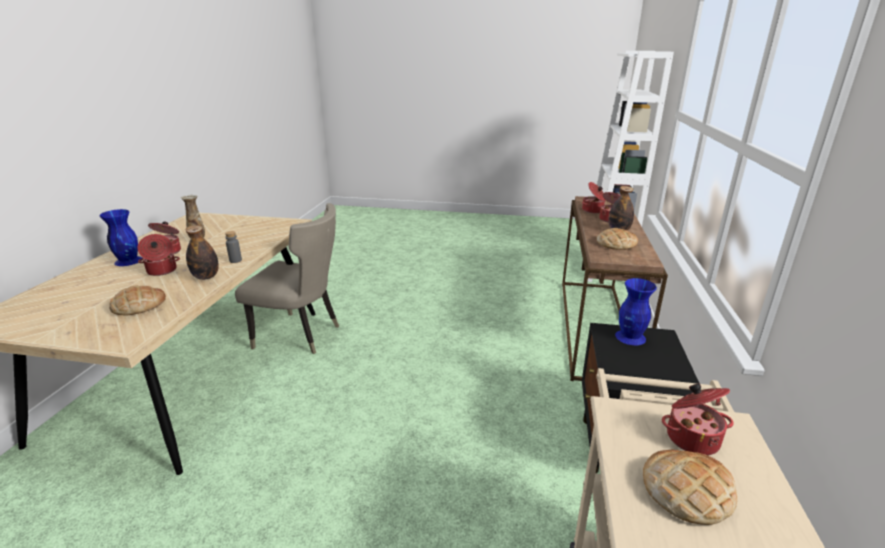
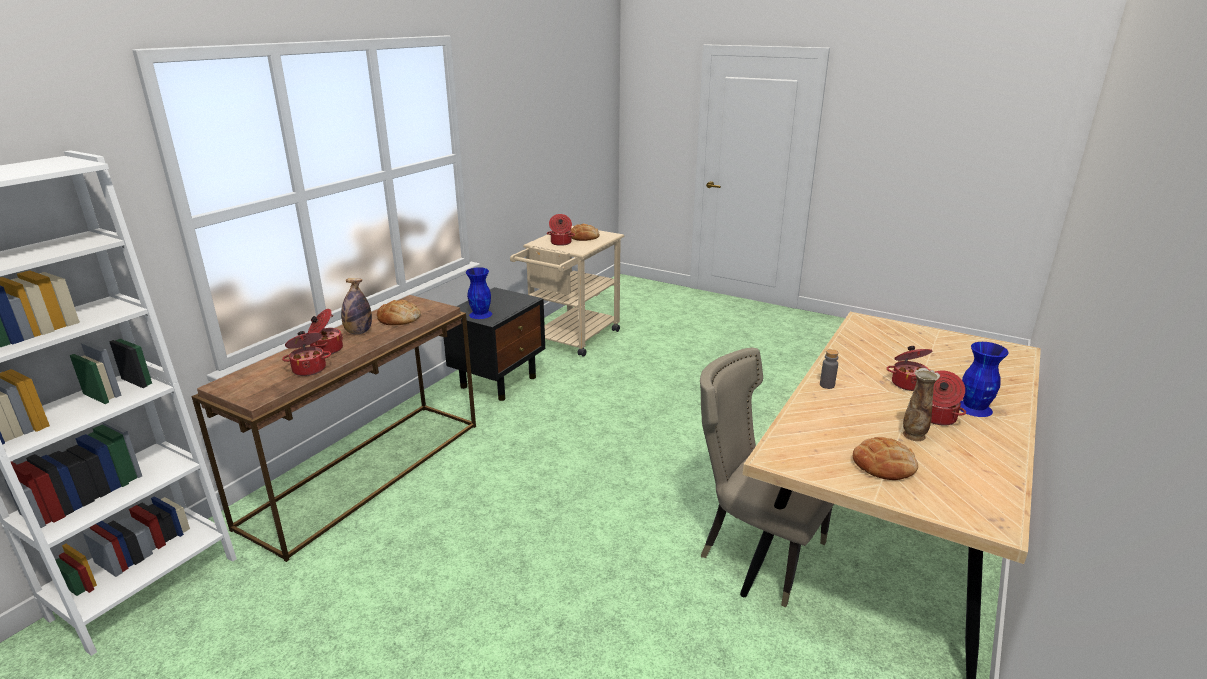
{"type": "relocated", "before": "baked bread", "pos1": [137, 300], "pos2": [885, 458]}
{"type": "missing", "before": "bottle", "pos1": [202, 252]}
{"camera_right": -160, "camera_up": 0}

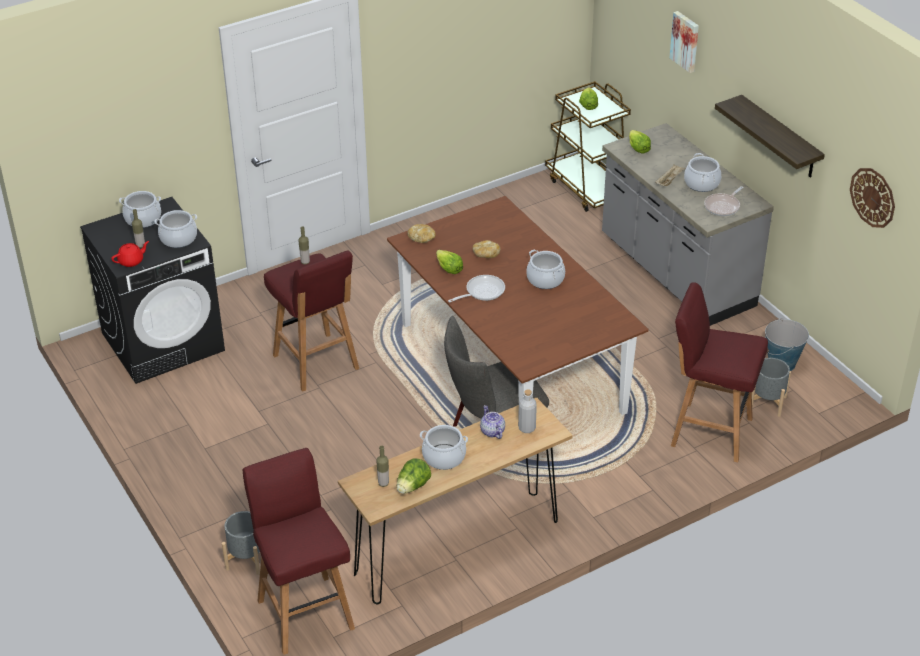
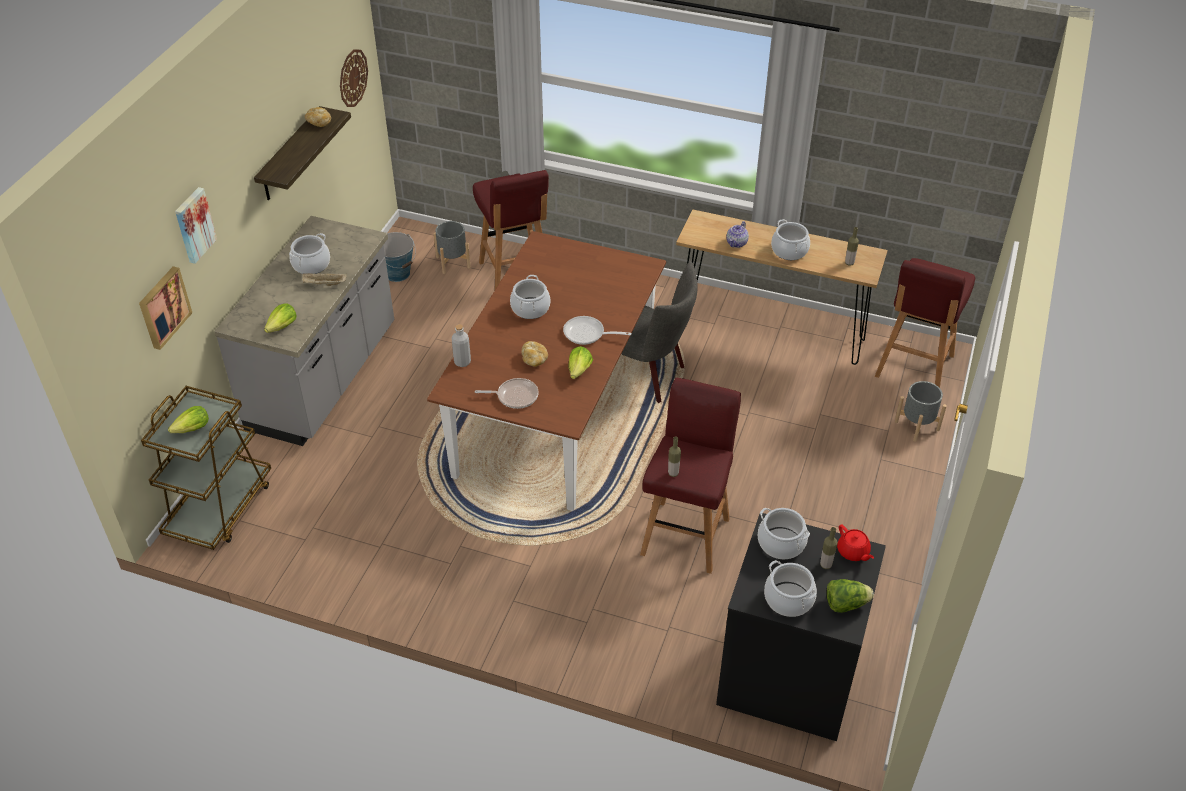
{"type": "appeared", "after": "picture", "pos2": [165, 308]}
{"type": "relocated", "before": "baked bread", "pos1": [421, 233], "pos2": [318, 117]}
{"type": "relocated", "before": "greyish bottle", "pos1": [527, 411], "pos2": [461, 345]}
{"type": "relocated", "before": "frying pan", "pos1": [724, 201], "pos2": [507, 393]}
{"type": "relocated", "before": "head of lettuce", "pos1": [413, 476], "pos2": [850, 596]}
{"type": "spun", "before": "red pot for tea", "pos1": [130, 254], "pos2": [855, 542], "turn": -135}
{"camera_right": -130, "camera_up": 5}

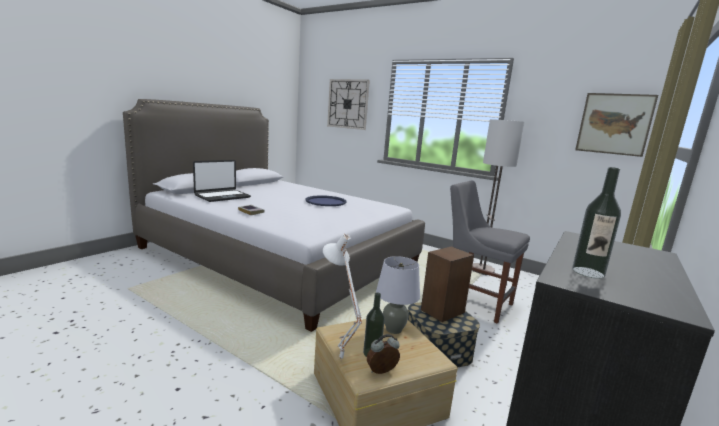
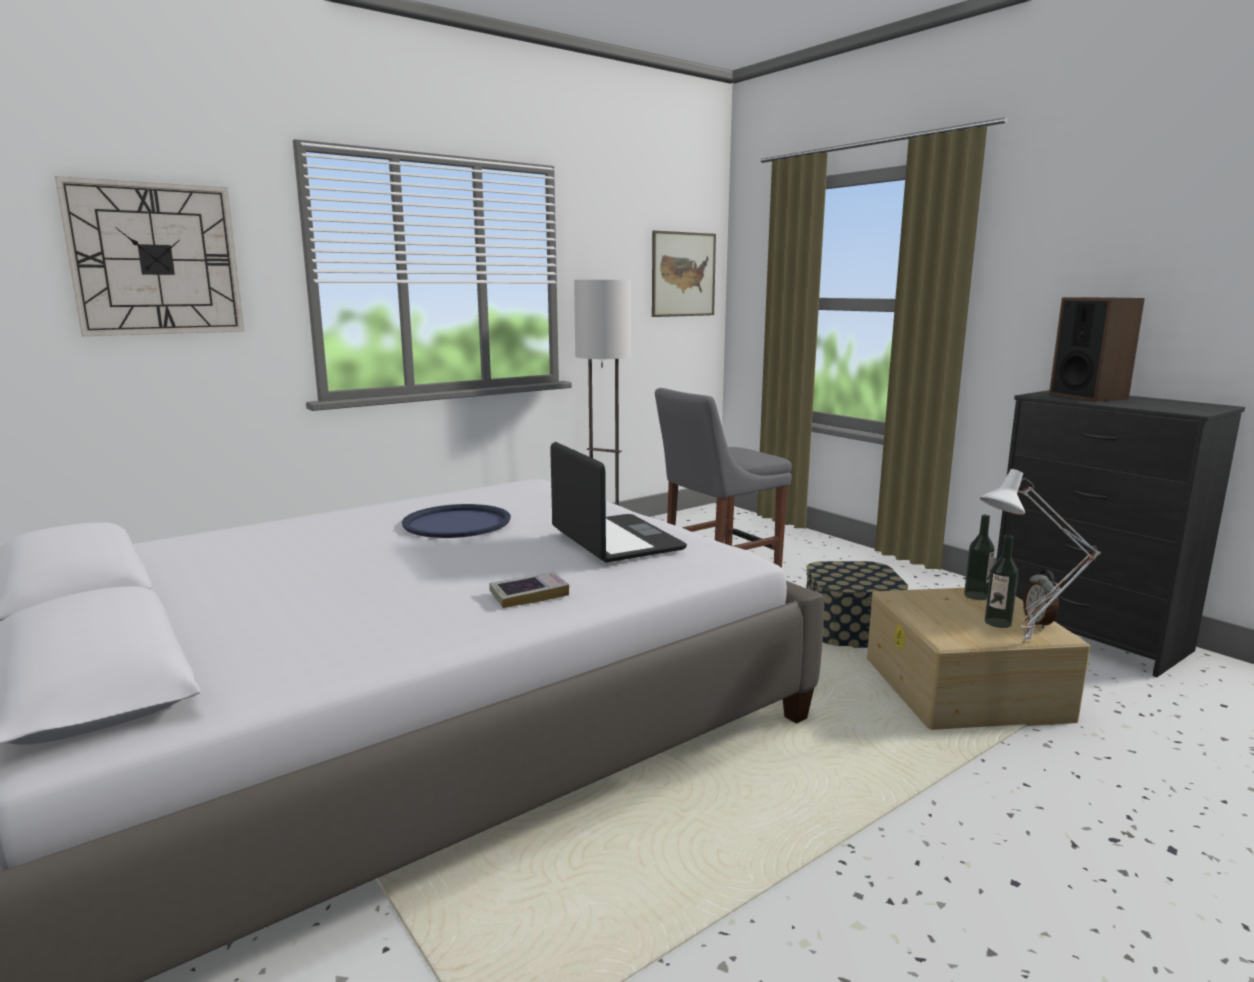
{"type": "relocated", "before": "notebook computer", "pos1": [222, 181], "pos2": [618, 502]}
{"type": "relocated", "before": "bottle", "pos1": [596, 223], "pos2": [979, 557]}
{"type": "relocated", "before": "audio speaker", "pos1": [447, 284], "pos2": [1097, 349]}
{"type": "missing", "before": "greyish table lamp", "pos1": [398, 295]}
{"camera_right": -70, "camera_up": 0}

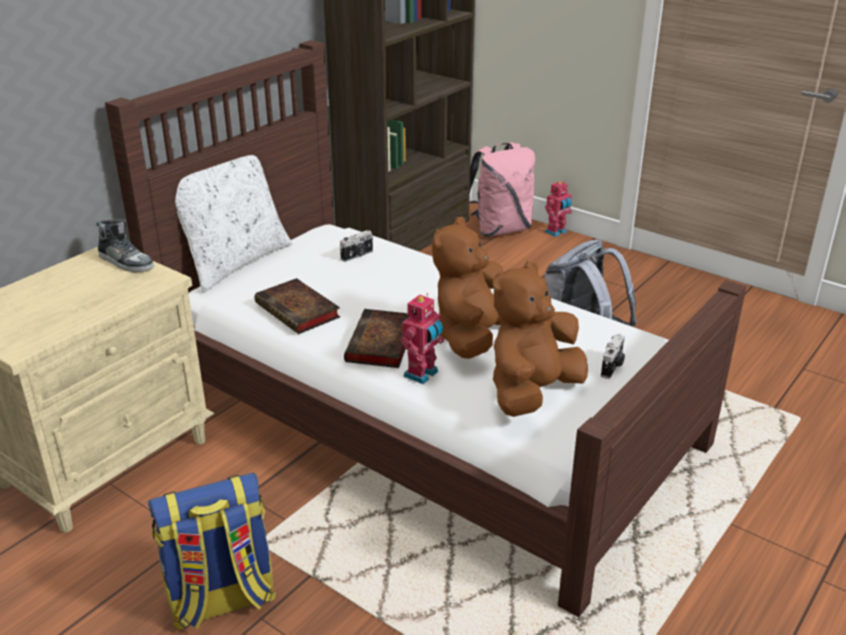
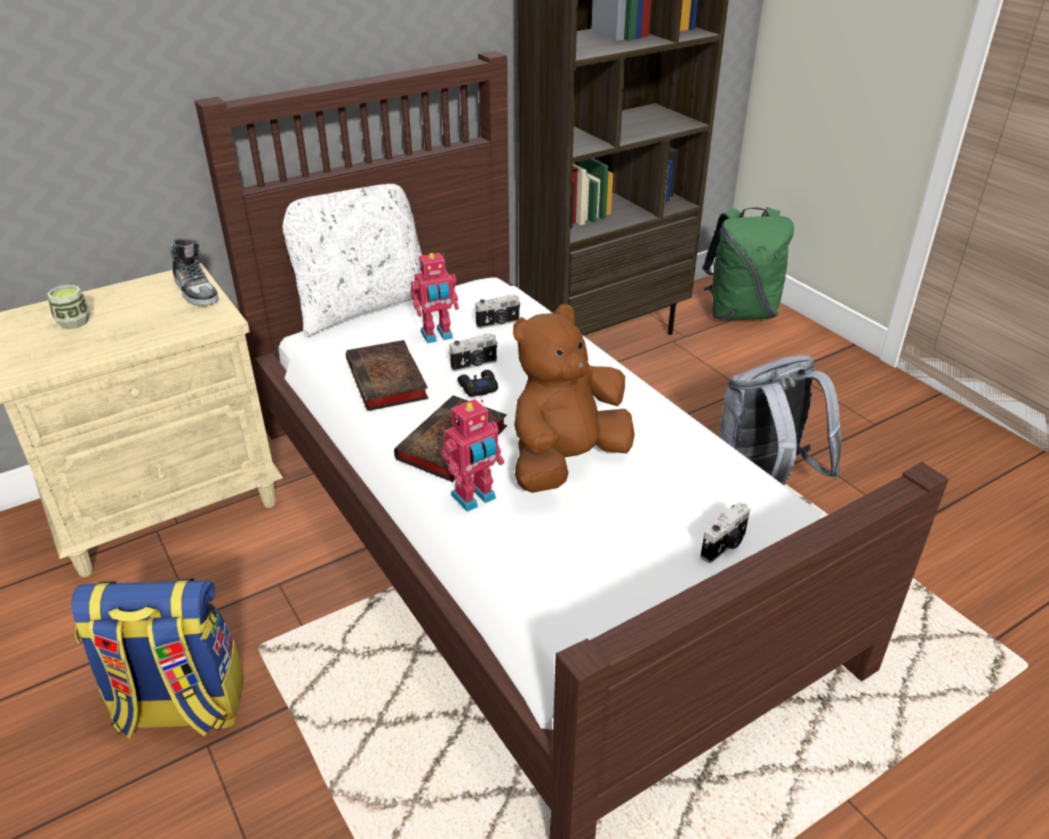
{"type": "appeared", "after": "small cup", "pos2": [68, 306]}
{"type": "relocated", "before": "model robot", "pos1": [558, 208], "pos2": [434, 298]}
{"type": "appeared", "after": "still camera", "pos2": [473, 352]}
{"type": "appeared", "after": "black game controller", "pos2": [478, 383]}
{"type": "colour", "before": "pink backpack", "after": "green-coloured backpack", "pos1": [502, 189], "pos2": [748, 263]}
{"type": "missing", "before": "brown soft toy", "pos1": [540, 339]}
{"camera_right": 20, "camera_up": 5}

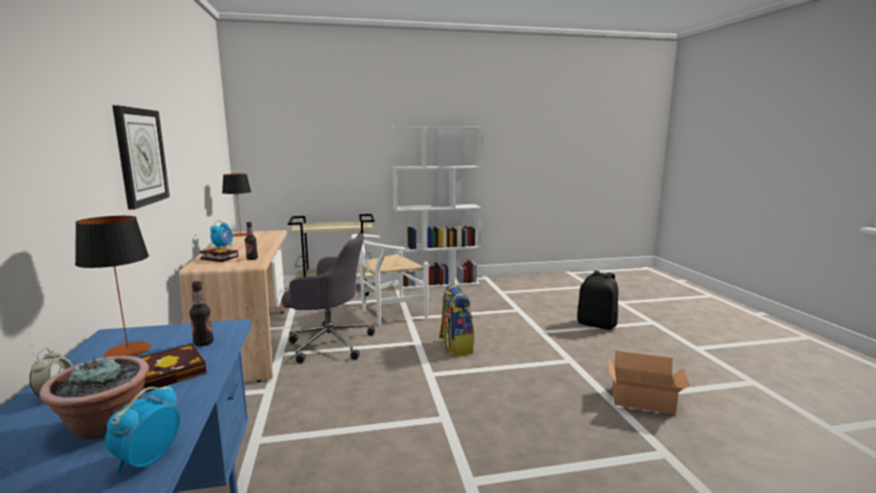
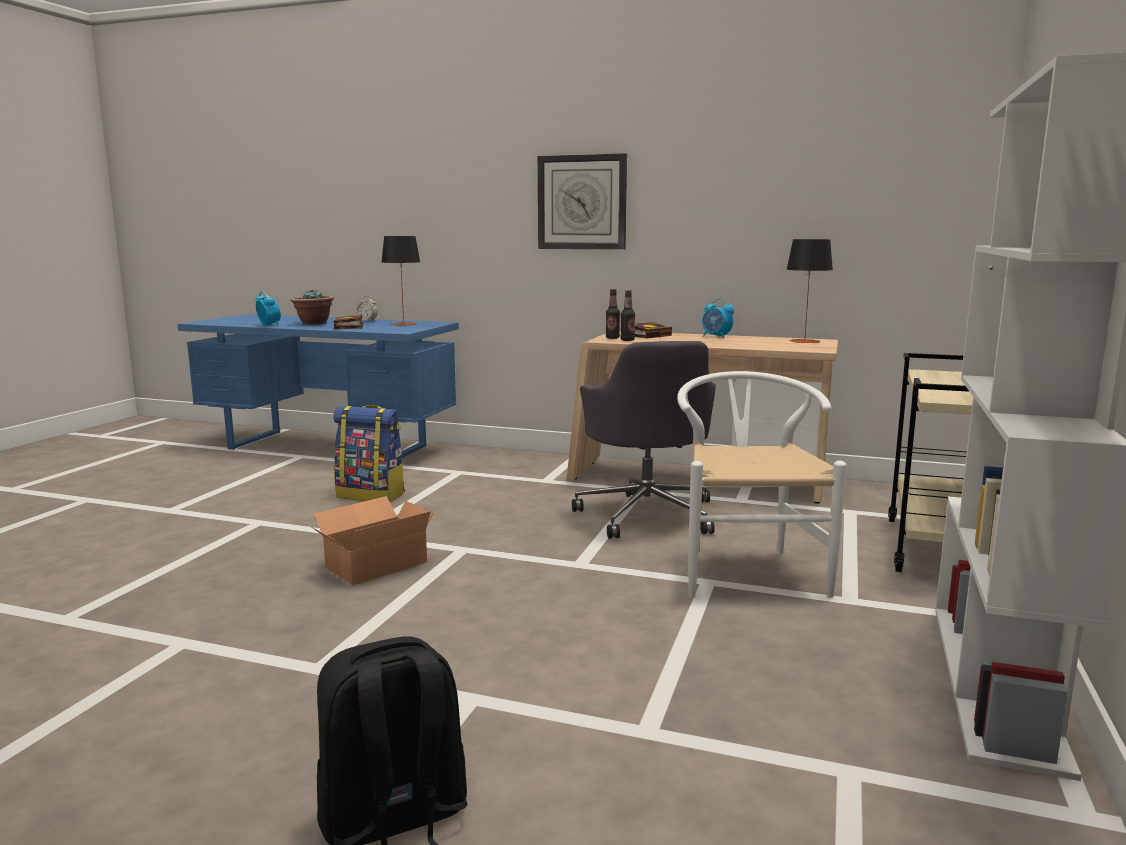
{"type": "relocated", "before": "carton", "pos1": [649, 382], "pos2": [372, 540]}
{"type": "relocated", "before": "backpack", "pos1": [456, 320], "pos2": [369, 453]}
{"type": "spun", "before": "greyish office chair", "pos1": [328, 298], "pos2": [644, 440], "turn": -45}
{"type": "relocated", "before": "bottle", "pos1": [201, 313], "pos2": [613, 314]}
{"camera_right": 120, "camera_up": 0}

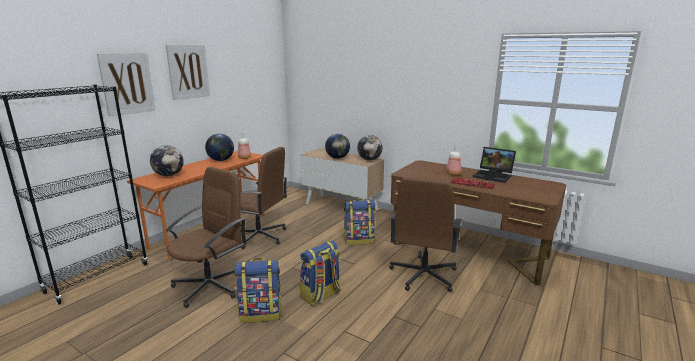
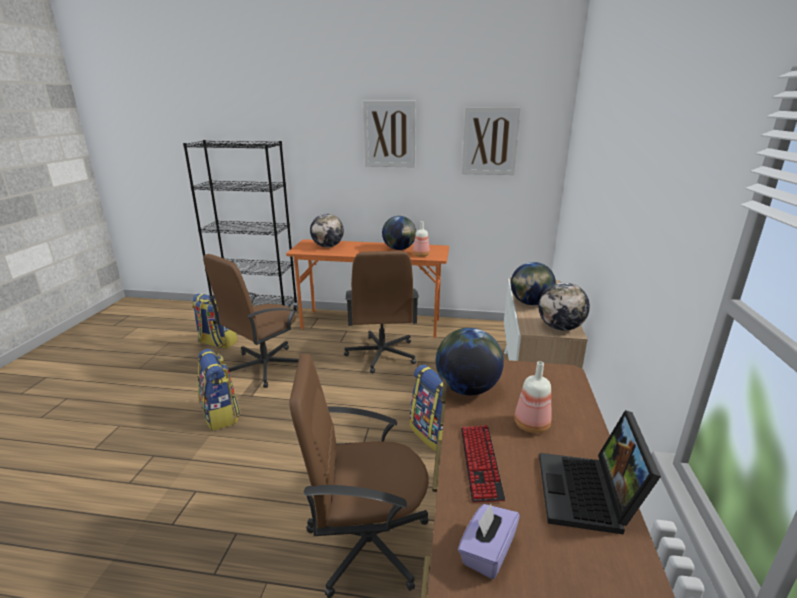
{"type": "relocated", "before": "backpack", "pos1": [320, 273], "pos2": [214, 321]}
{"type": "spun", "before": "brown office chair", "pos1": [206, 237], "pos2": [251, 321], "turn": 120}
{"type": "appeared", "after": "world globe", "pos2": [470, 361]}
{"type": "appeared", "after": "purple-coloured tissue holder", "pos2": [489, 541]}
{"type": "relocated", "before": "picture", "pos1": [126, 84], "pos2": [491, 141]}
{"camera_right": 65, "camera_up": 5}

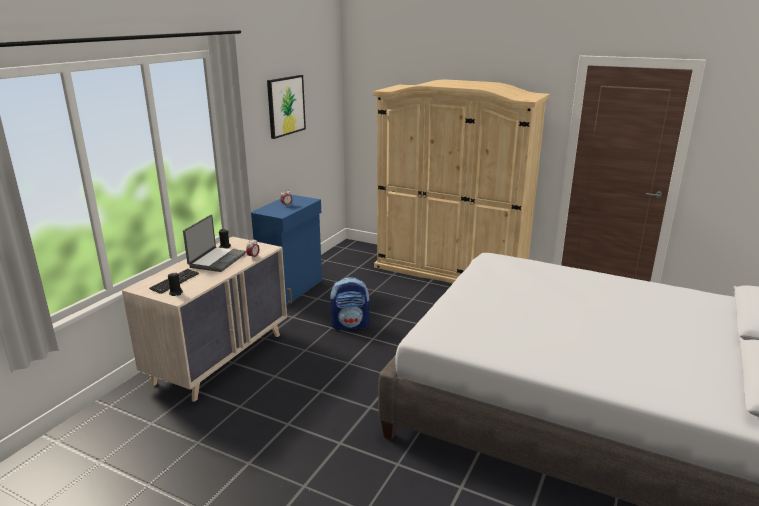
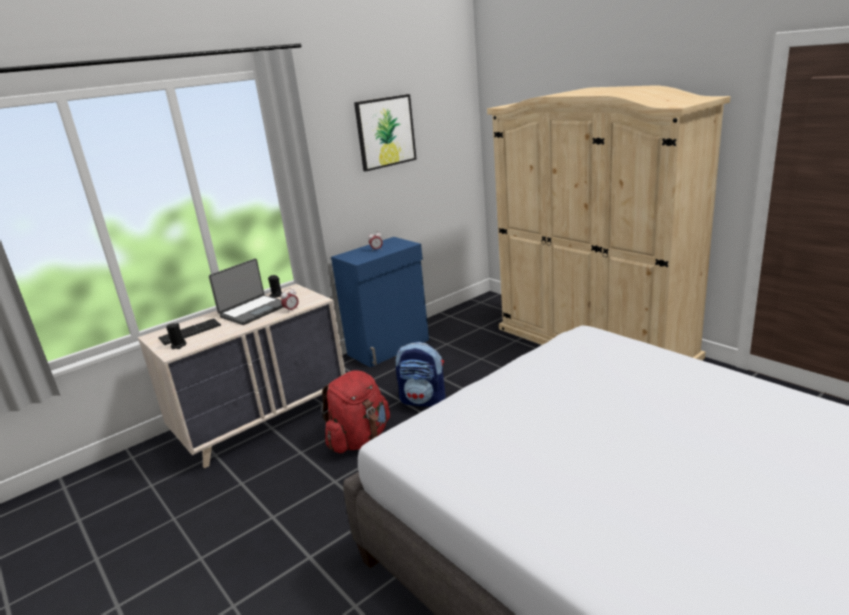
{"type": "appeared", "after": "red backpack", "pos2": [355, 411]}
{"camera_right": 25, "camera_up": 0}

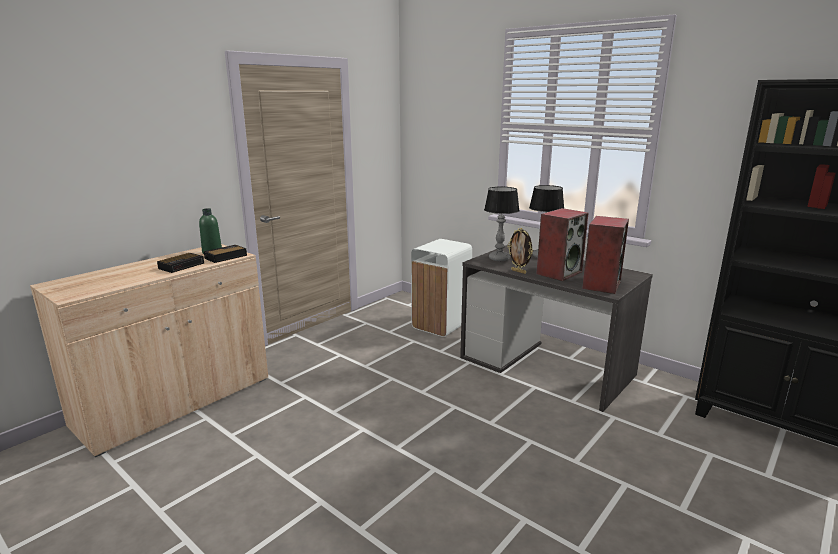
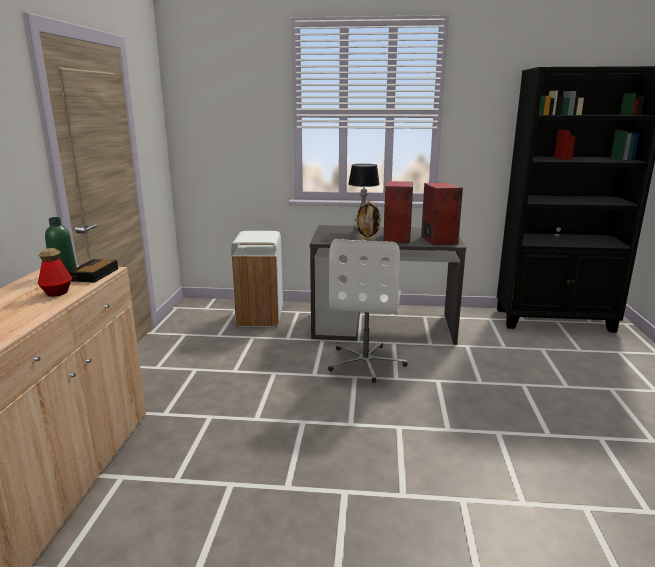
{"type": "exchanged", "before": "bedside clock", "after": "bottle", "pos1": [180, 263], "pos2": [55, 272]}
{"type": "appeared", "after": "whitish office chair", "pos2": [367, 311]}
{"type": "missing", "before": "table lamp", "pos1": [502, 224]}
{"camera_right": -35, "camera_up": 0}

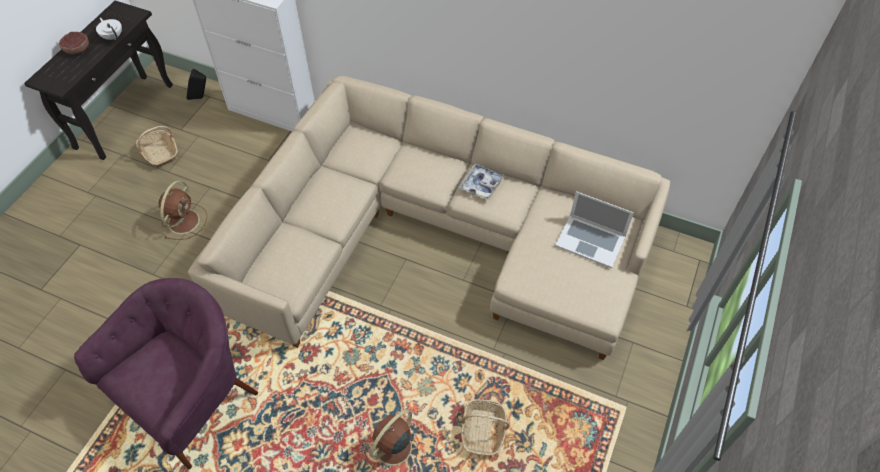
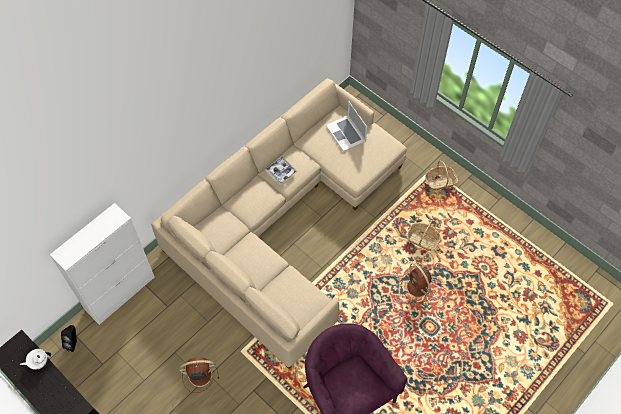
{"type": "spun", "before": "brown fan", "pos1": [183, 210], "pos2": [199, 375], "turn": -45}
{"type": "spun", "before": "notebook computer", "pos1": [594, 229], "pos2": [346, 127], "turn": 105}
{"type": "relocated", "before": "basket", "pos1": [157, 147], "pos2": [441, 176]}
{"type": "missing", "before": "bowl", "pos1": [74, 43]}
{"camera_right": -70, "camera_up": 5}

